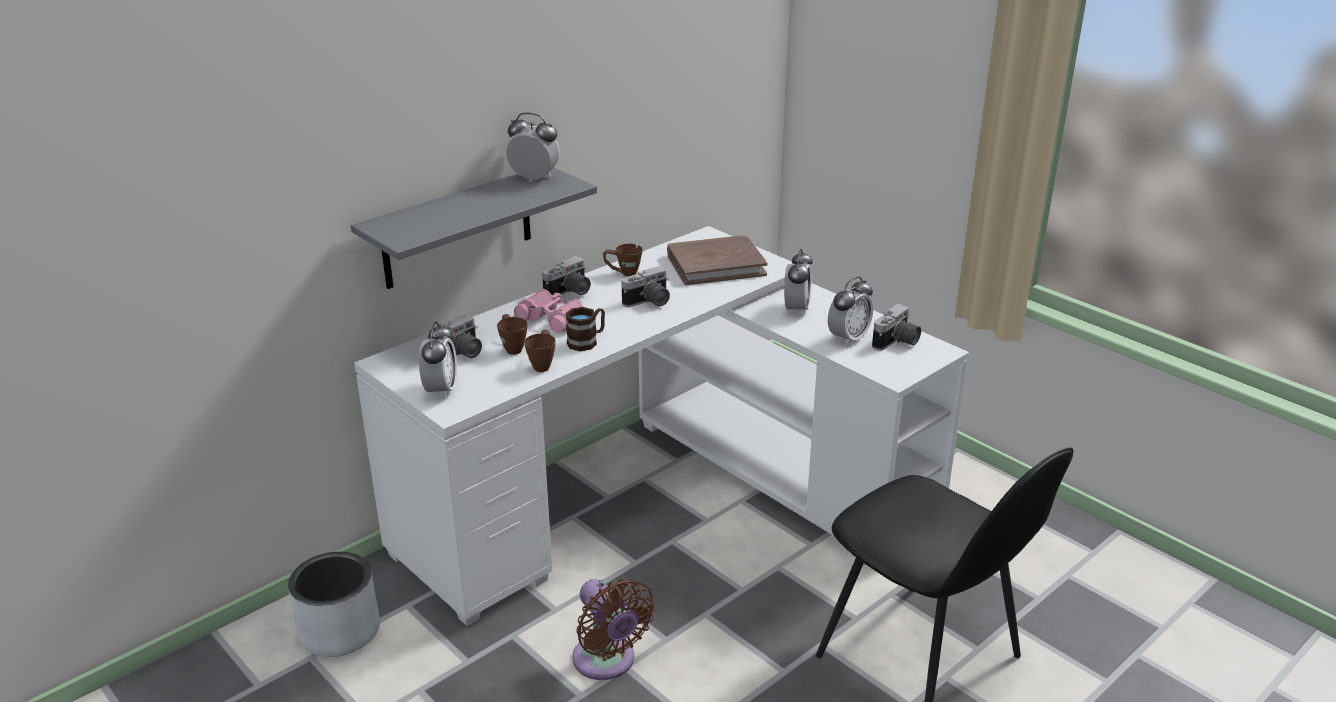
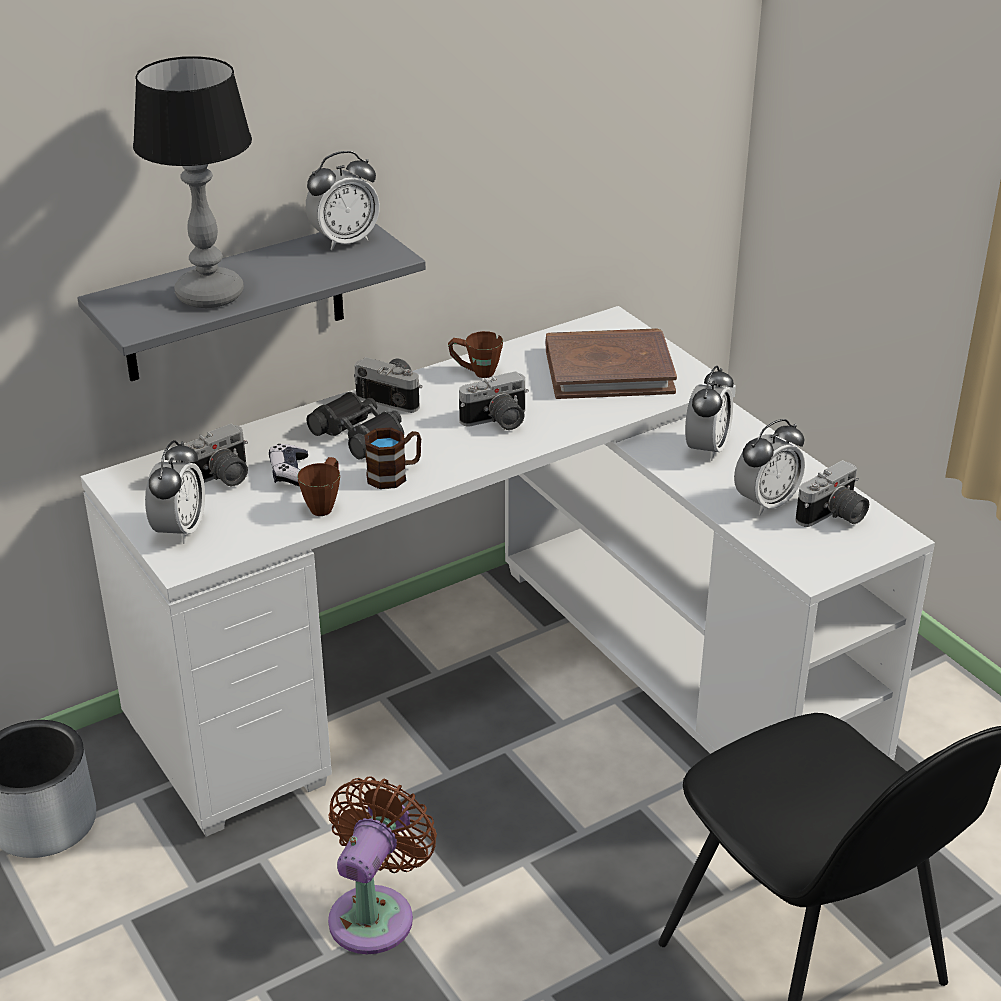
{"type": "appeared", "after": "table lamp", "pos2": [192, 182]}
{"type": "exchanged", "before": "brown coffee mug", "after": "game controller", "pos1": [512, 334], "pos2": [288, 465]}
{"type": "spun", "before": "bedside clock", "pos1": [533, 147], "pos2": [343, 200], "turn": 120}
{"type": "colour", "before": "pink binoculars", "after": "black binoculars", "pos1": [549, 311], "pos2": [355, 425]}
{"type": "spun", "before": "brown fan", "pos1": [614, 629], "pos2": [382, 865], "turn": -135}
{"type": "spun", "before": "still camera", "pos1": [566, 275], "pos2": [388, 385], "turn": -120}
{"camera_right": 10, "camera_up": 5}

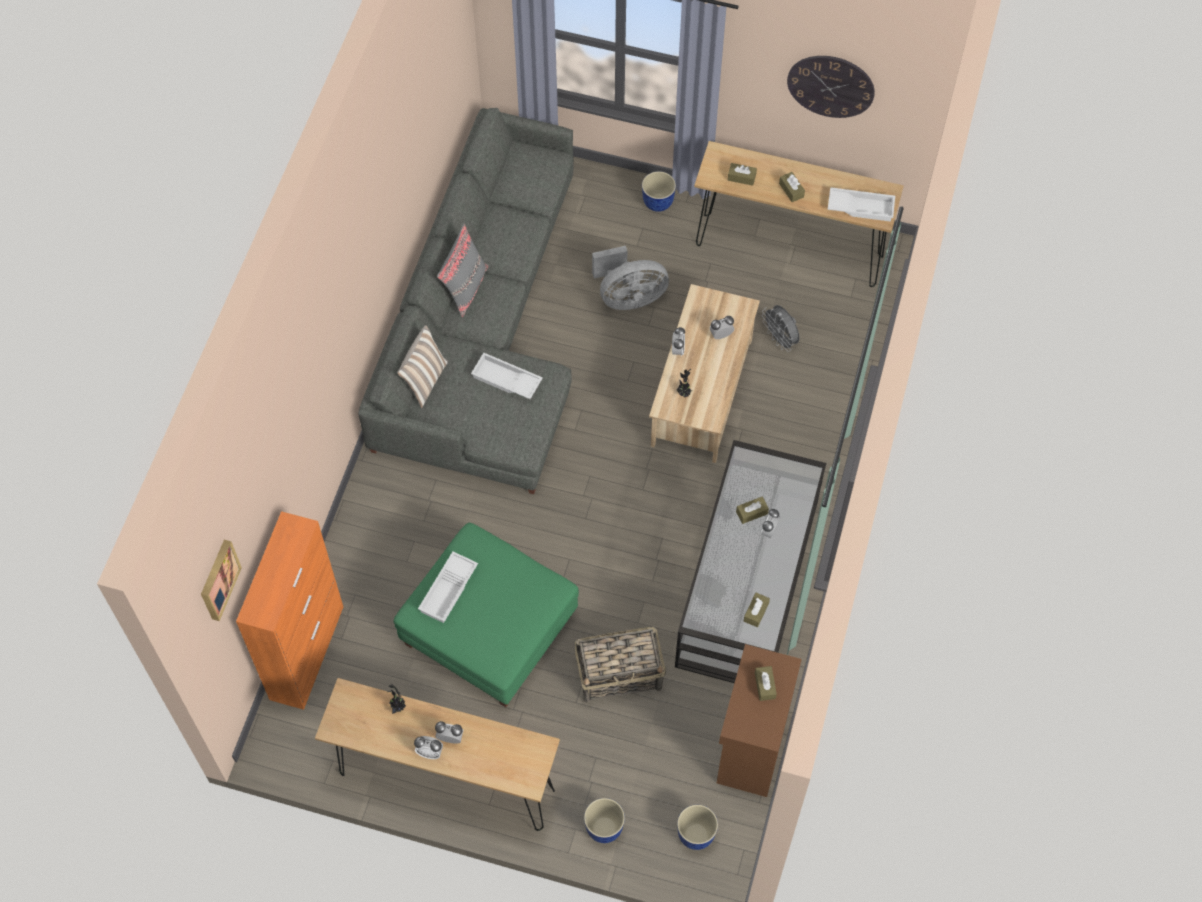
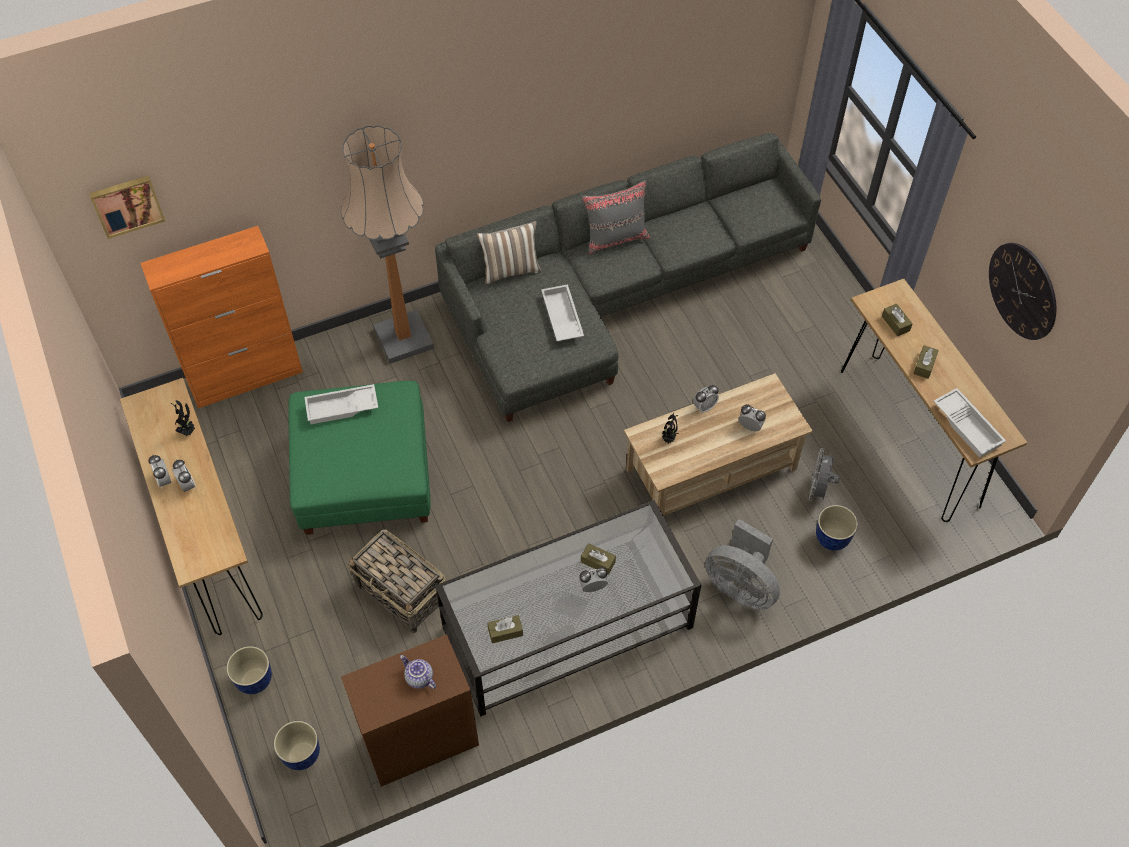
{"type": "appeared", "after": "standard lamp", "pos2": [387, 244]}
{"type": "exchanged", "before": "brown tissue holder", "after": "pot for tea", "pos1": [766, 683], "pos2": [418, 672]}
{"type": "relocated", "before": "greyish fan", "pos1": [630, 278], "pos2": [742, 564]}
{"type": "relocated", "before": "planter", "pos1": [659, 191], "pos2": [837, 528]}
{"camera_right": 50, "camera_up": -5}

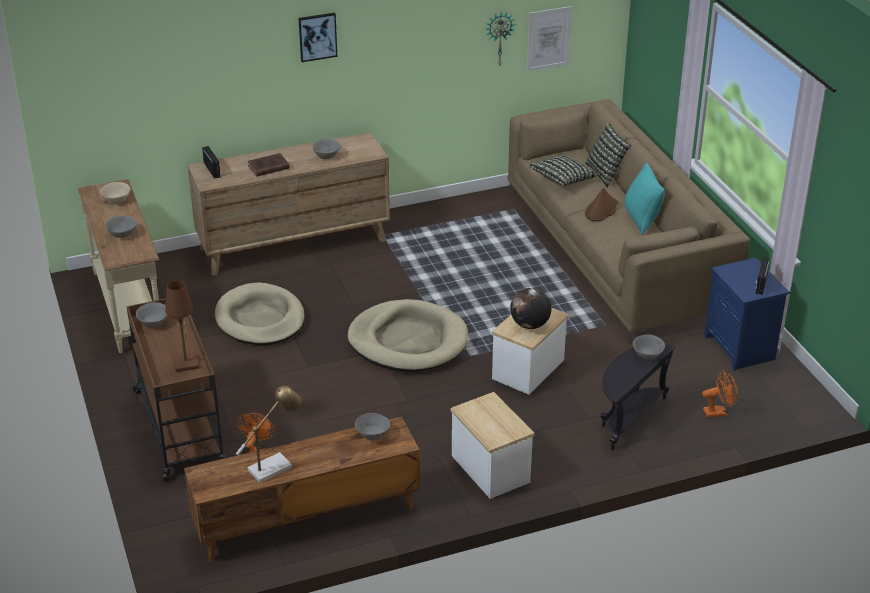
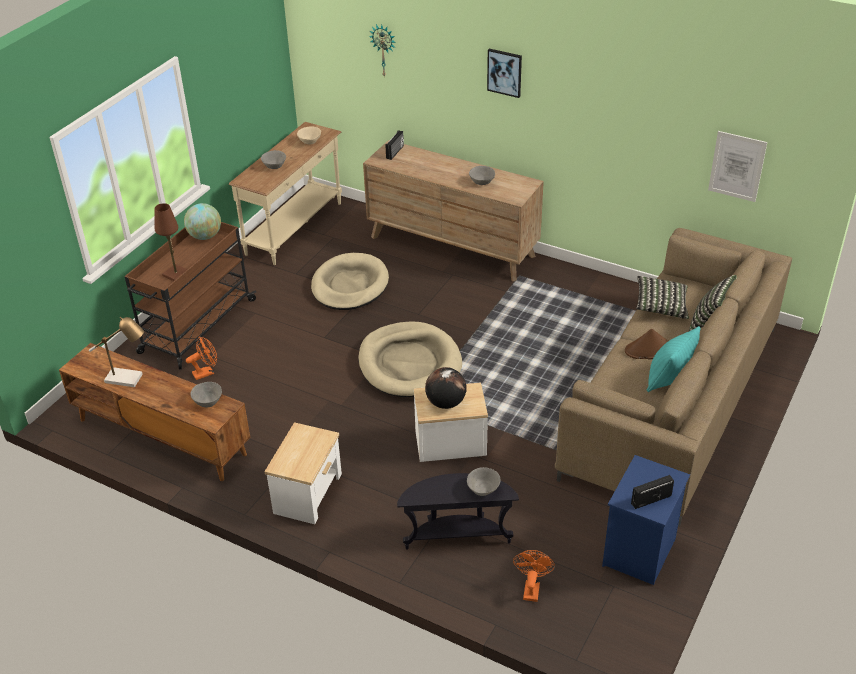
{"type": "exchanged", "before": "greyish bowl", "after": "world globe", "pos1": [151, 314], "pos2": [202, 221]}
{"type": "relocated", "before": "hanging clock", "pos1": [500, 39], "pos2": [382, 50]}
{"type": "spun", "before": "orange-coloured fan", "pos1": [720, 394], "pos2": [534, 576], "turn": -120}
{"type": "missing", "before": "brown book", "pos1": [269, 165]}
{"camera_right": 50, "camera_up": 5}

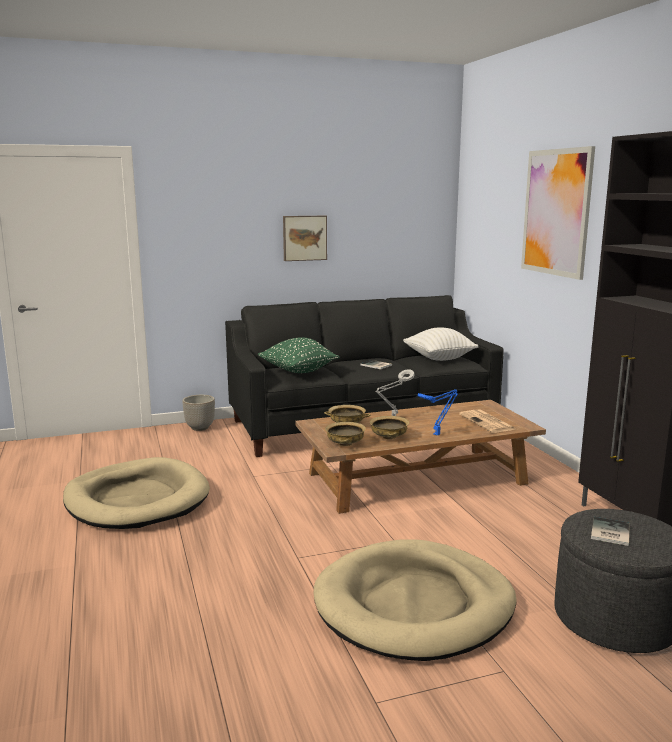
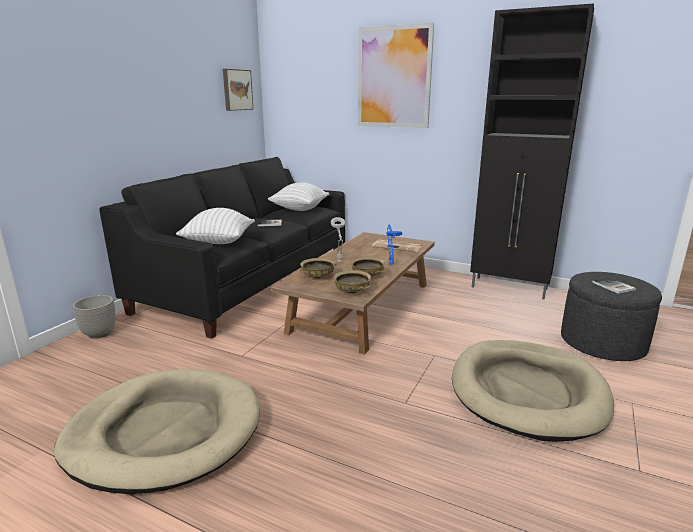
{"type": "colour", "before": "green-coloured cushion", "after": "whitish cushion", "pos1": [298, 355], "pos2": [215, 226]}
{"type": "relocated", "before": "picture", "pos1": [305, 238], "pos2": [238, 90]}
{"camera_right": -45, "camera_up": 5}

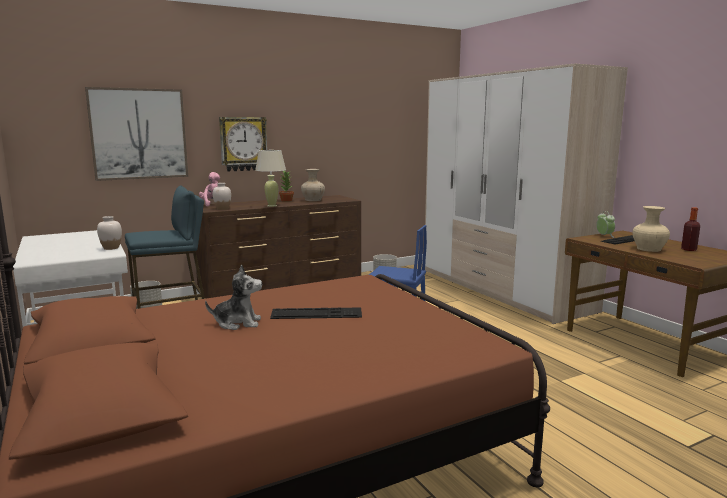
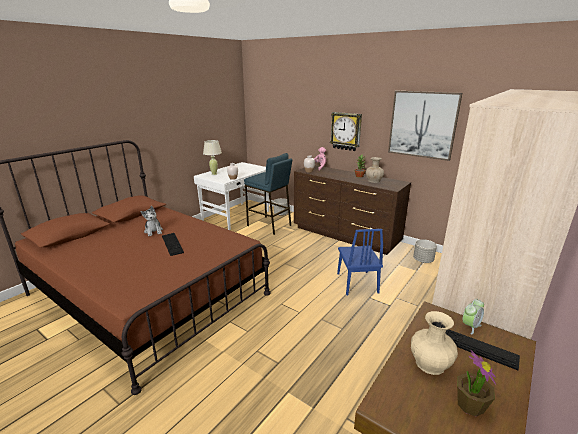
{"type": "relocated", "before": "sand-coloured table lamp", "pos1": [270, 178], "pos2": [212, 157]}
{"type": "relocated", "before": "picture", "pos1": [136, 134], "pos2": [425, 126]}
{"type": "exchanged", "before": "bottle", "after": "plant in a pot", "pos1": [690, 229], "pos2": [476, 382]}
{"camera_right": 65, "camera_up": 10}

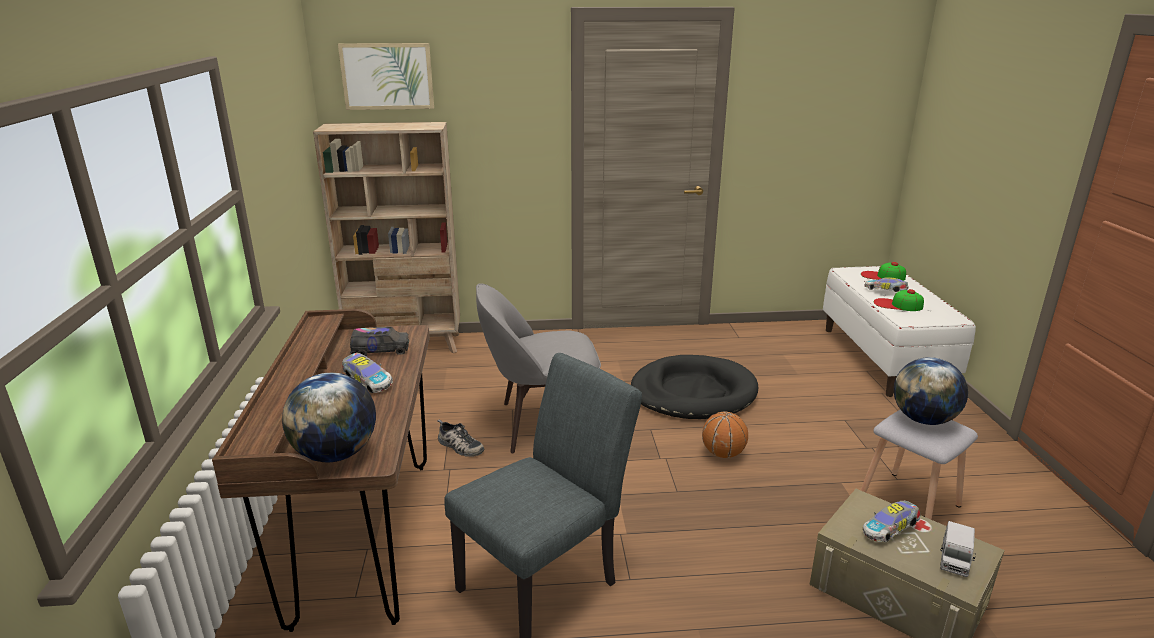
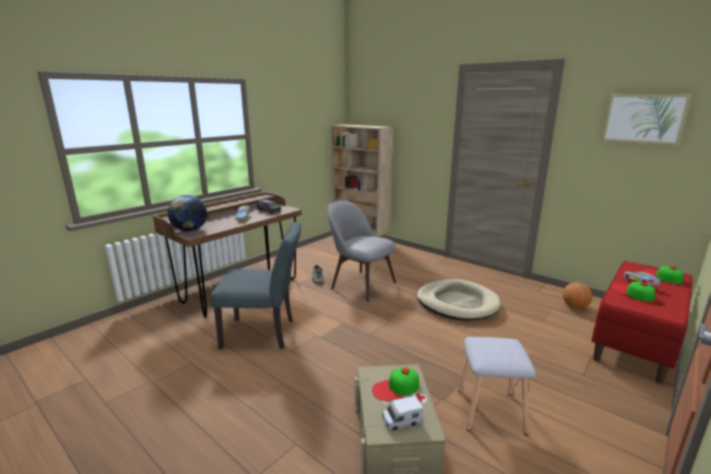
{"type": "exchanged", "before": "toy car", "after": "peaked cap", "pos1": [891, 521], "pos2": [395, 384]}
{"type": "colour", "before": "black dog cushion", "after": "sand-coloured dog cushion", "pos1": [694, 387], "pos2": [458, 300]}
{"type": "relocated", "before": "basketball", "pos1": [725, 435], "pos2": [577, 295]}
{"type": "colour", "before": "whitish bench", "after": "red bench", "pos1": [899, 331], "pos2": [642, 322]}
{"type": "relocated", "before": "picture", "pos1": [386, 76], "pos2": [647, 119]}
{"type": "missing", "before": "world globe", "pos1": [931, 391]}
{"camera_right": 45, "camera_up": -5}

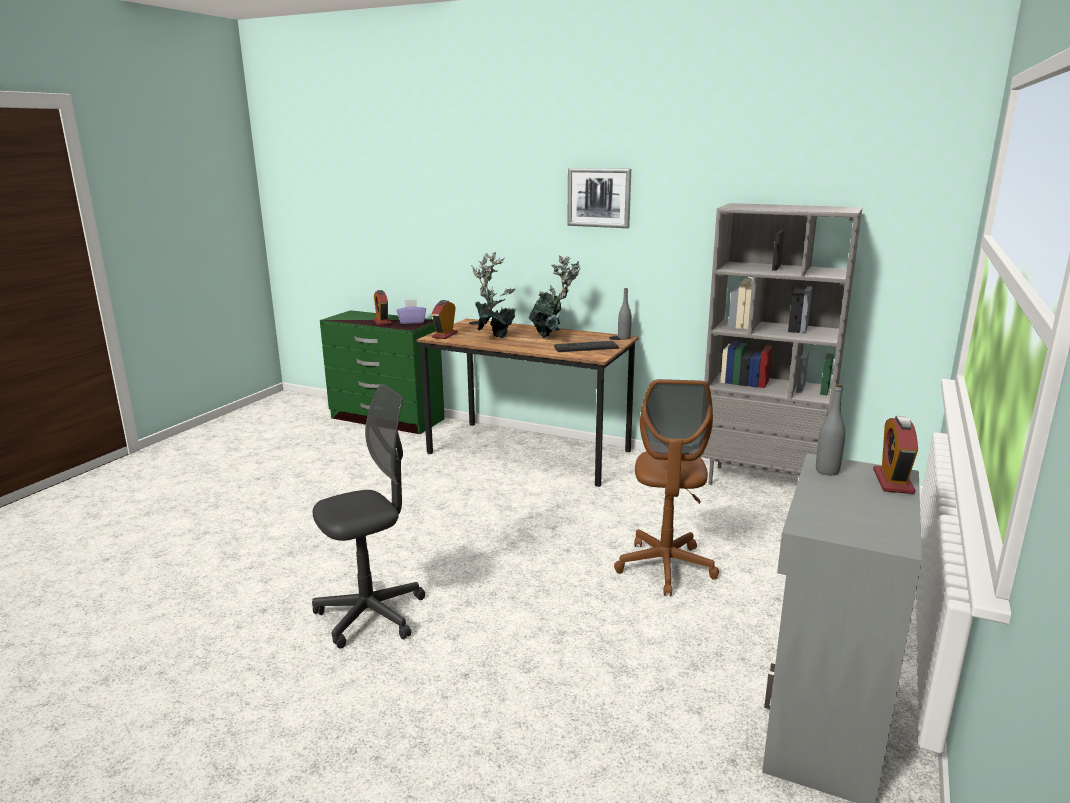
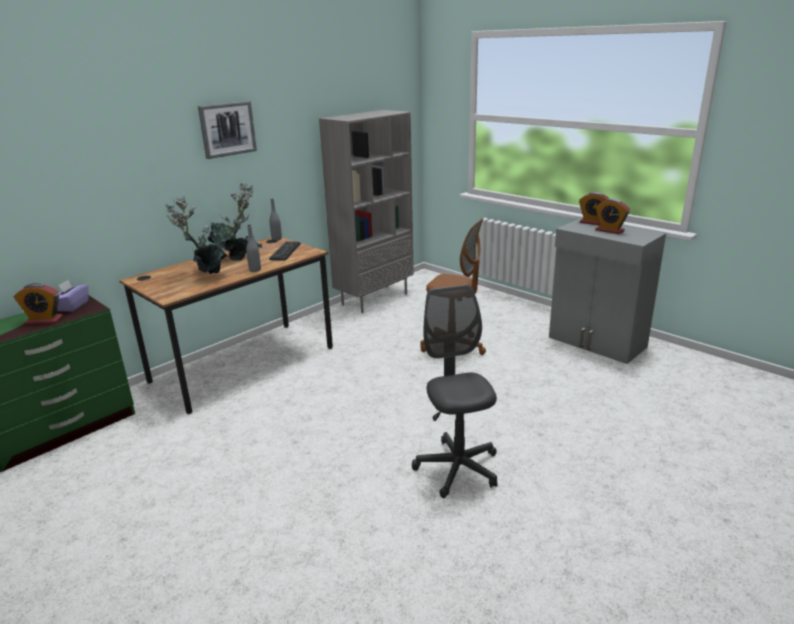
{"type": "relocated", "before": "greyish bottle", "pos1": [830, 429], "pos2": [253, 248]}
{"type": "relocated", "before": "bedside clock", "pos1": [445, 319], "pos2": [612, 216]}
{"camera_right": -70, "camera_up": 5}

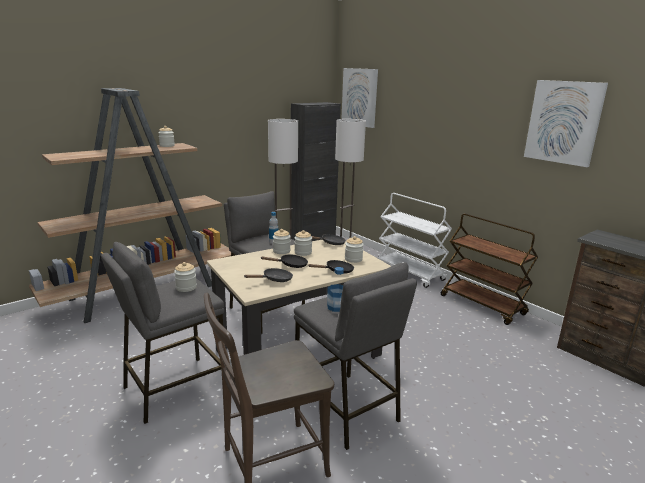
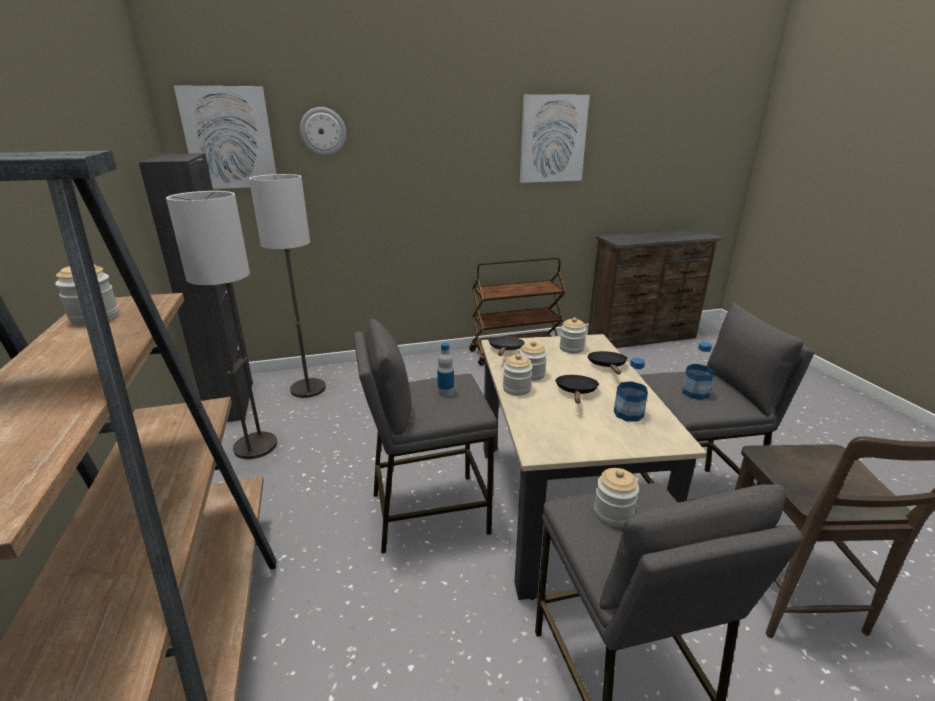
{"type": "appeared", "after": "hanging clock", "pos2": [323, 131]}
{"type": "exchanged", "before": "black frying pan", "after": "bottle", "pos1": [268, 275], "pos2": [631, 389]}
{"type": "missing", "before": "whitish wheeled cart", "pos1": [415, 240]}
{"camera_right": -65, "camera_up": 5}

